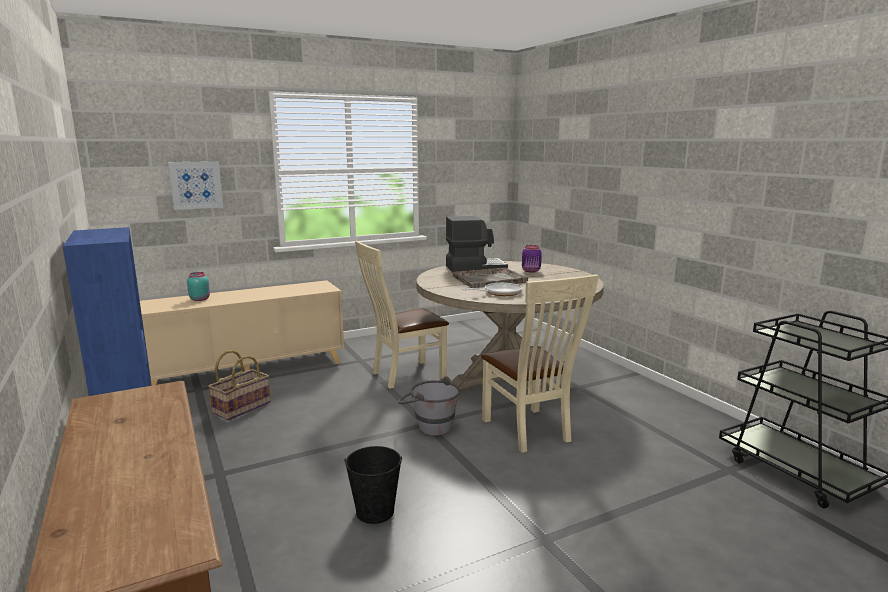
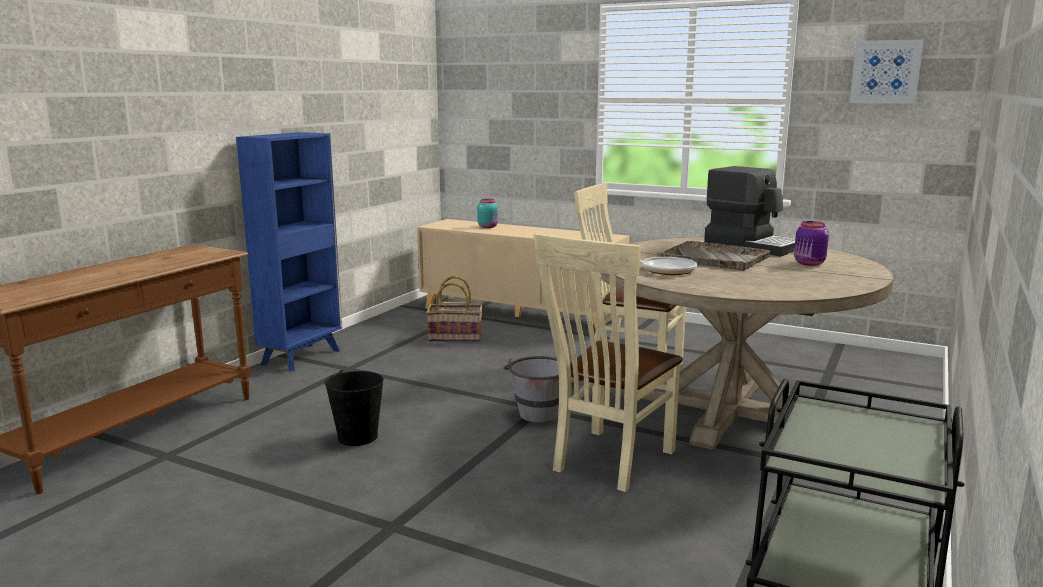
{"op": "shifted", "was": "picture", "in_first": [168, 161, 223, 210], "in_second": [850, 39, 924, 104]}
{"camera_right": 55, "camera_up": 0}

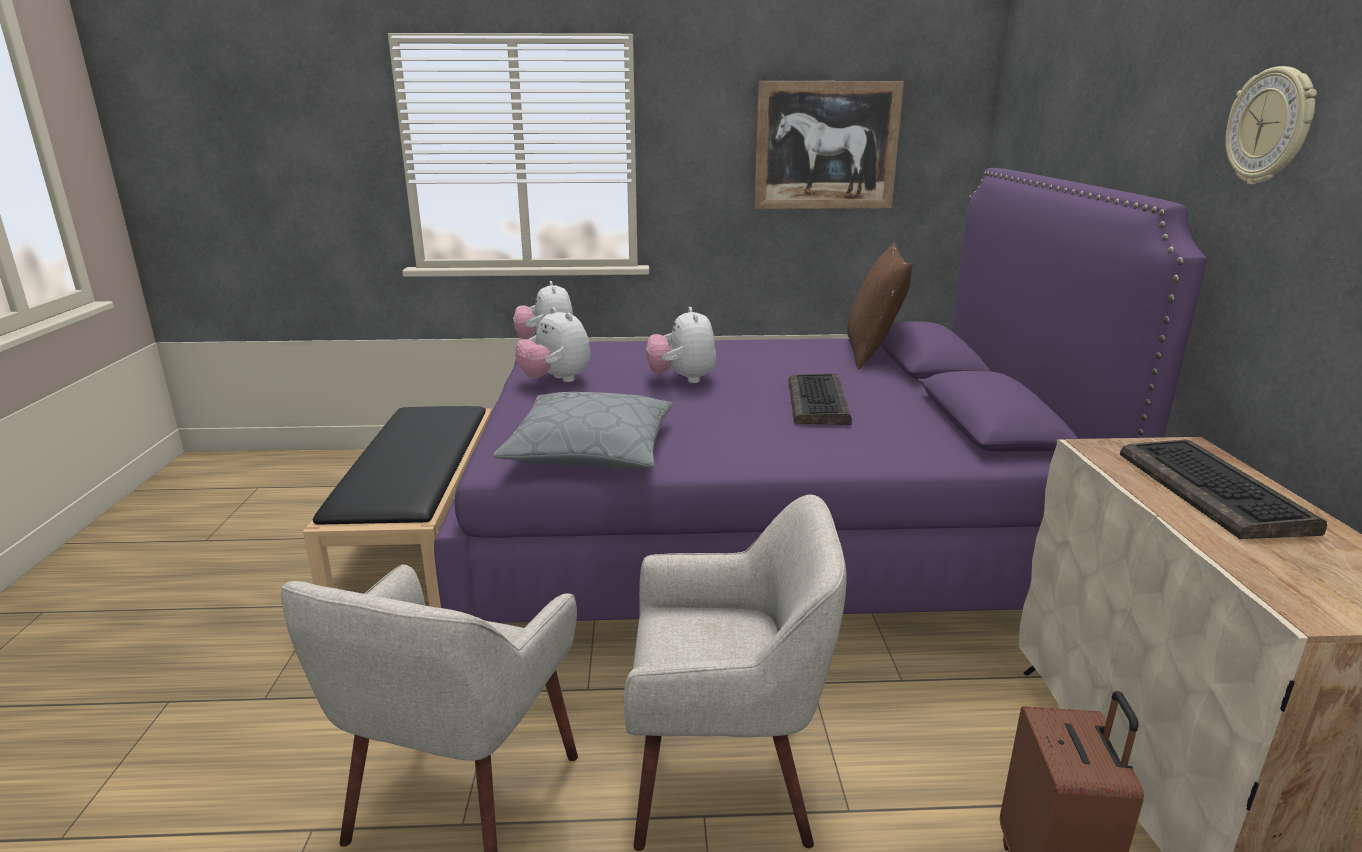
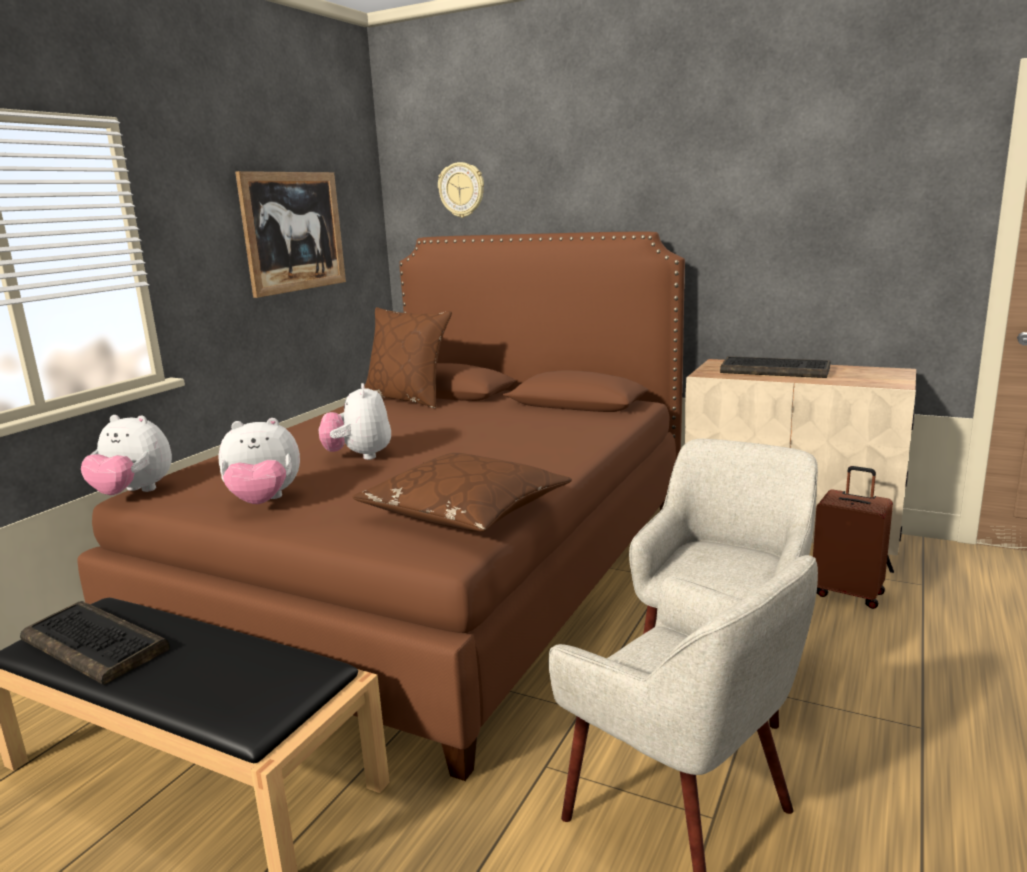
{"op": "shifted", "was": "keyboard", "in_first": [789, 374, 852, 425], "in_second": [20, 601, 170, 685]}
{"op": "repainted", "was": "purple bed", "now": "brown bed", "in_first": [434, 168, 1207, 623], "in_second": [78, 232, 685, 781]}
{"op": "rotated", "was": "plush toy", "in_first": [646, 307, 716, 383], "in_second": [319, 383, 391, 460], "clockwise": 60}
{"op": "repainted", "was": "grey pillow", "now": "brown pillow", "in_first": [493, 392, 673, 468], "in_second": [353, 453, 572, 532]}
{"op": "shifted", "was": "wall clock", "in_first": [1225, 66, 1317, 185], "in_second": [438, 162, 484, 218]}
{"camera_right": -60, "camera_up": -5}

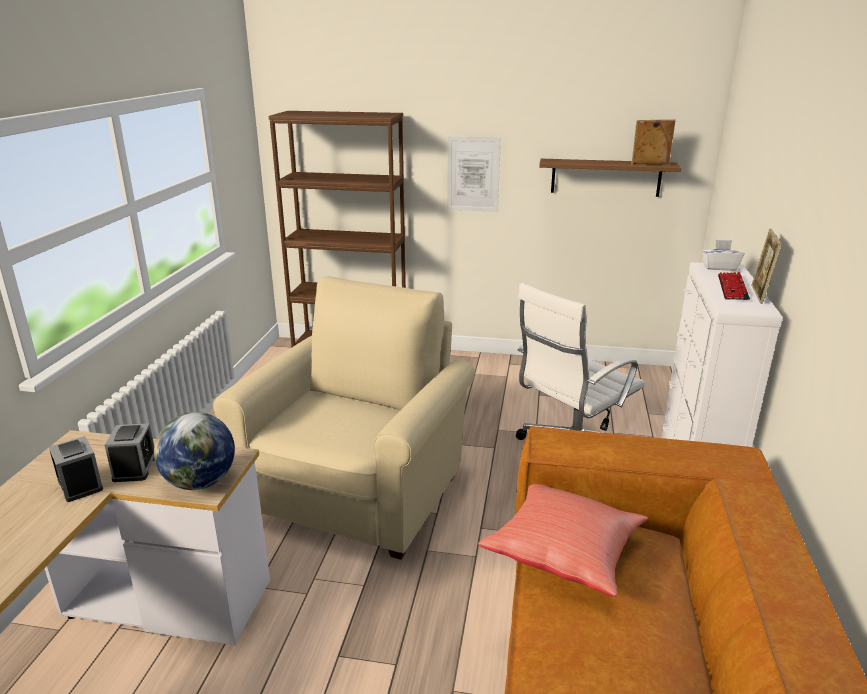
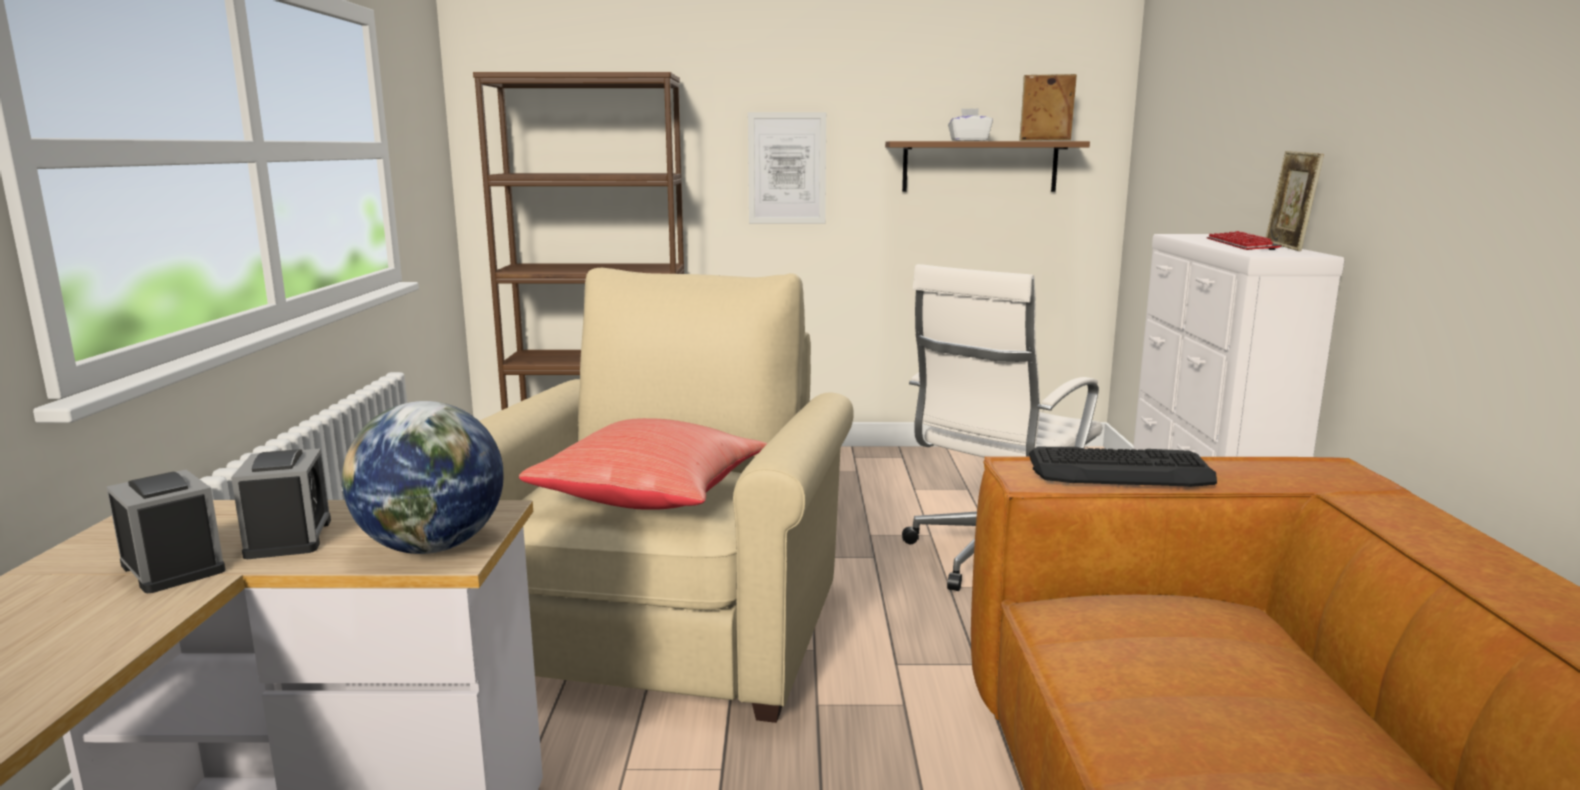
{"op": "shifted", "was": "red pillow", "in_first": [478, 484, 649, 597], "in_second": [519, 418, 768, 510]}
{"op": "shifted", "was": "white tissue box", "in_first": [702, 240, 744, 271], "in_second": [948, 108, 993, 141]}
{"op": "new", "now": "keyboard", "in_second": [1029, 447, 1217, 487]}
{"camera_right": -10, "camera_up": -10}

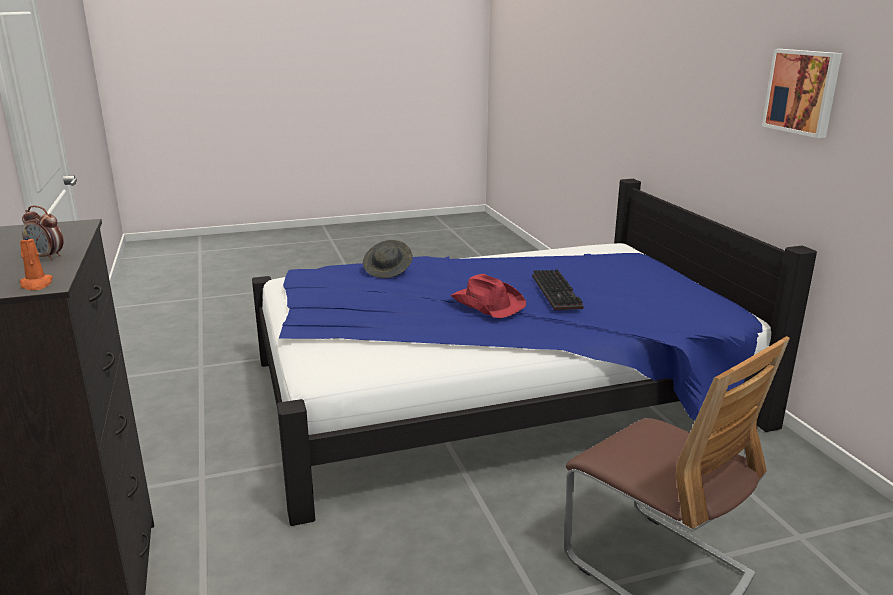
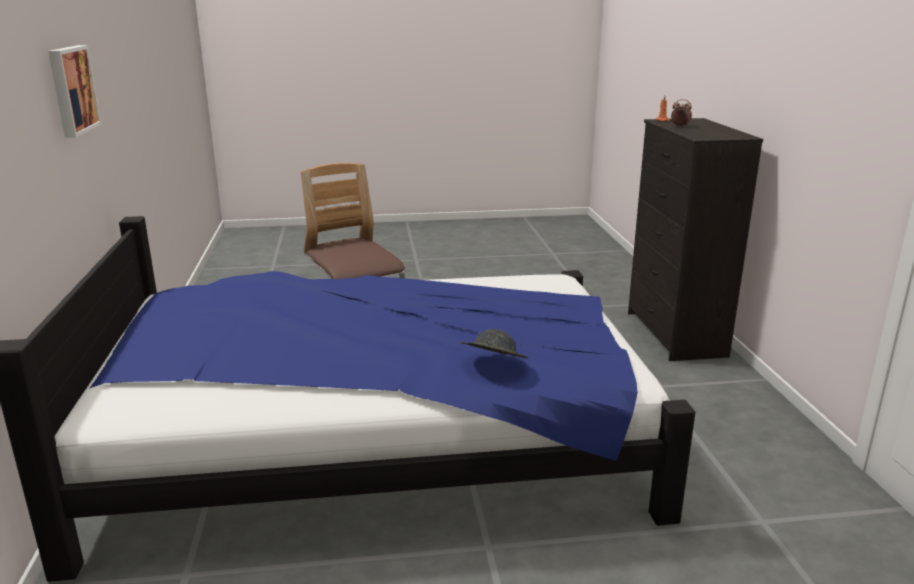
{"op": "gone", "was": "red hat", "in_first": [451, 274, 526, 318]}
{"op": "gone", "was": "keyboard", "in_first": [532, 269, 584, 310]}
{"camera_right": -170, "camera_up": 0}

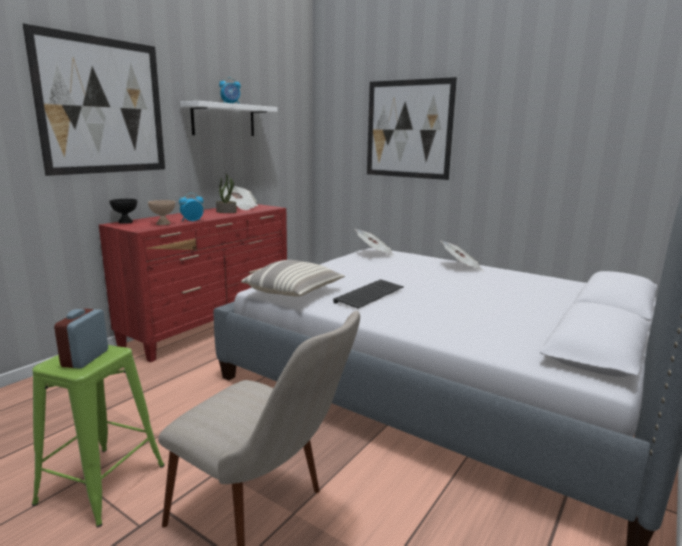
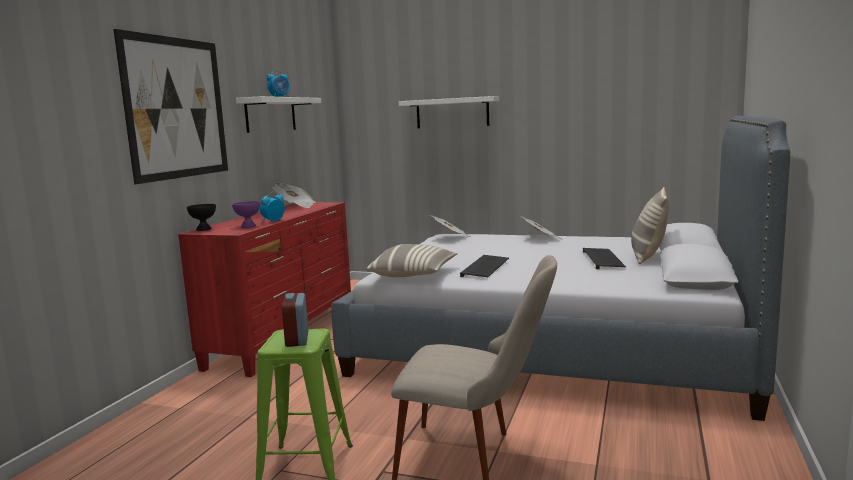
{"op": "repainted", "was": "beige bowl", "now": "purple bowl", "in_first": [148, 200, 175, 225], "in_second": [232, 201, 260, 228]}
{"op": "swapped", "was": "picture", "now": "white shelf", "in_first": [367, 77, 457, 180], "in_second": [399, 96, 499, 128]}
{"op": "new", "now": "keyboard", "in_second": [583, 248, 626, 269]}
{"op": "new", "now": "pillow", "in_second": [631, 187, 669, 264]}
{"op": "gone", "was": "potted plant", "in_first": [216, 174, 237, 213]}
{"camera_right": -15, "camera_up": -5}

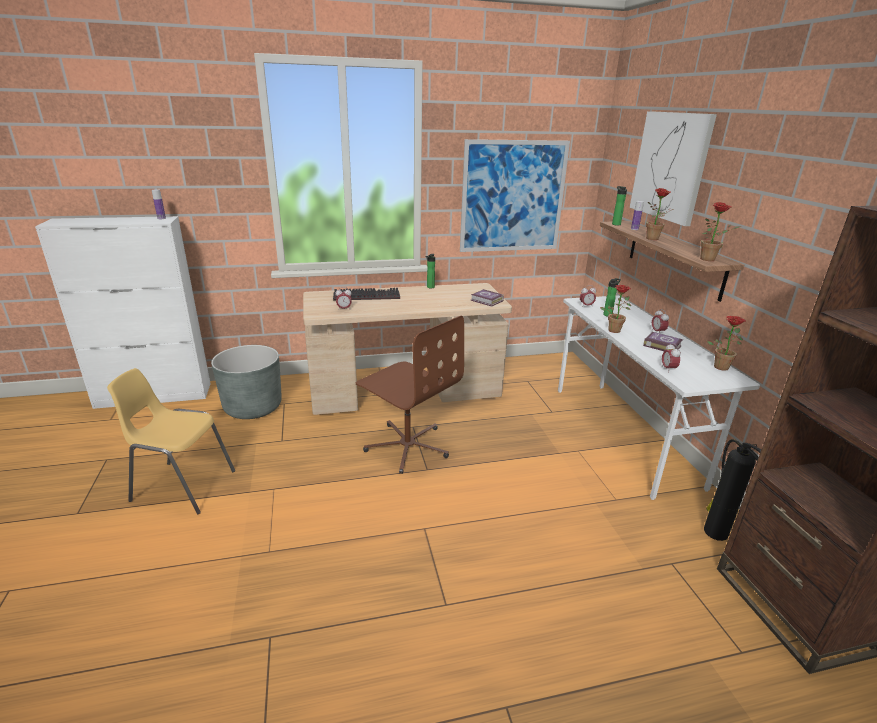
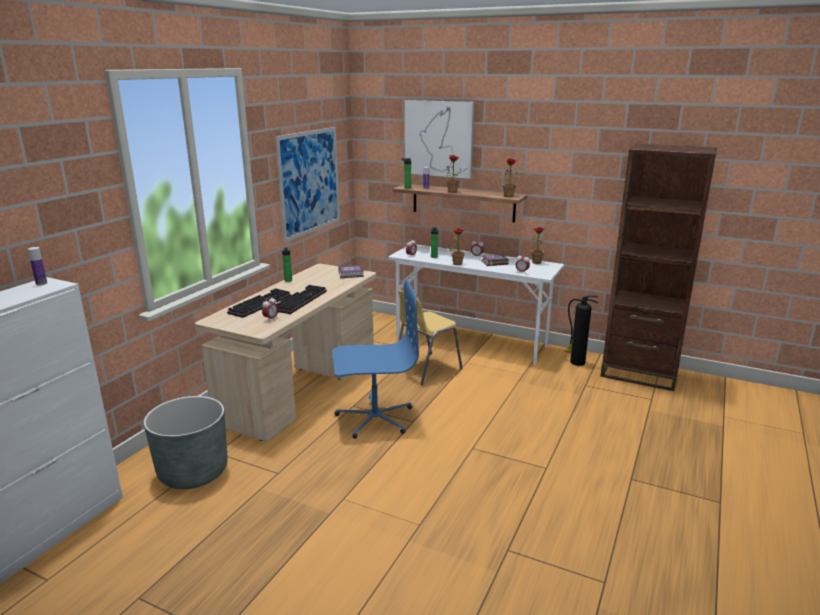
{"op": "new", "now": "keyboard", "in_second": [277, 285, 327, 314]}
{"op": "repainted", "was": "brown office chair", "now": "blue office chair", "in_first": [356, 315, 464, 474], "in_second": [332, 280, 419, 439]}
{"op": "shifted", "was": "yellow chair", "in_first": [107, 368, 235, 514], "in_second": [398, 290, 463, 385]}
{"camera_right": -50, "camera_up": -5}

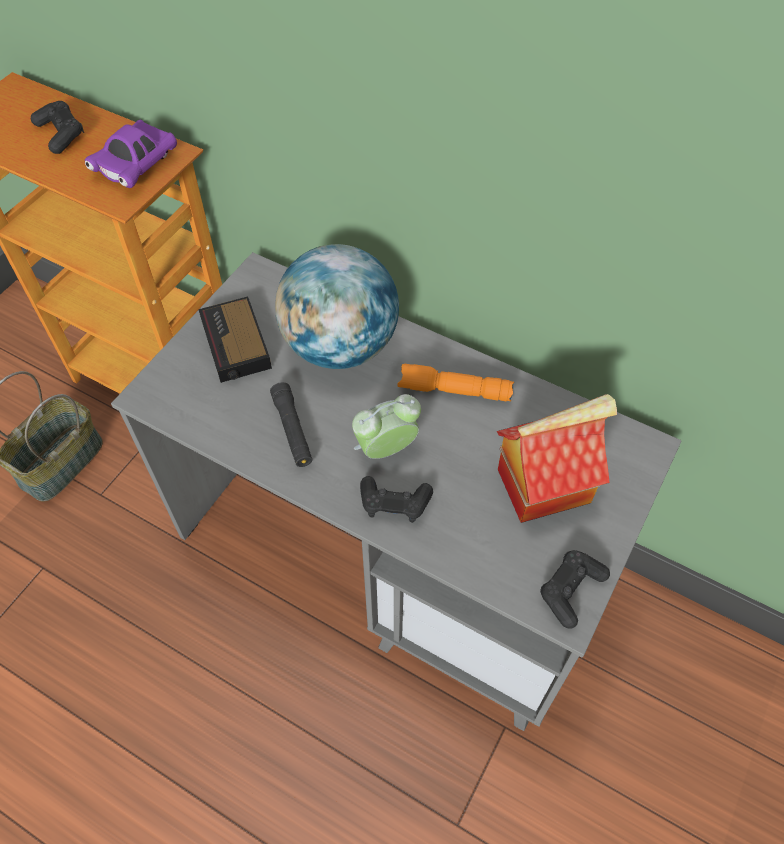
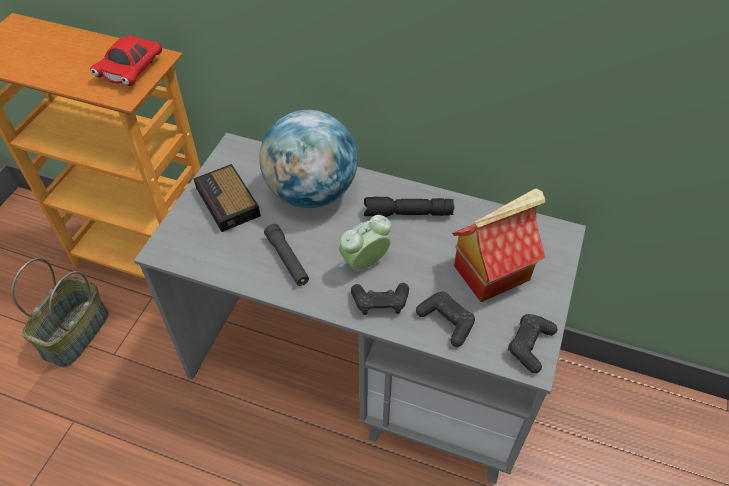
{"op": "repainted", "was": "purple toy car", "now": "red toy car", "in_first": [85, 120, 177, 188], "in_second": [90, 35, 162, 86]}
{"op": "repainted", "was": "orange flashlight", "now": "black flashlight", "in_first": [397, 364, 514, 401], "in_second": [364, 197, 455, 217]}
{"op": "shifted", "was": "black game controller", "in_first": [31, 101, 84, 154], "in_second": [416, 291, 475, 347]}
{"camera_right": -10, "camera_up": -5}

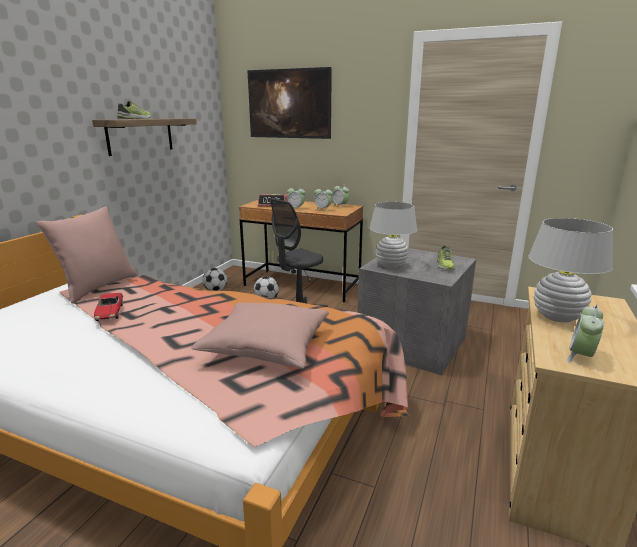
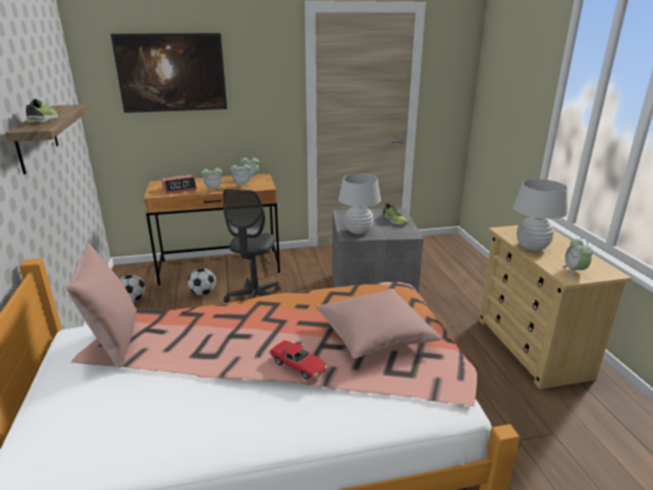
{"op": "shifted", "was": "toy car", "in_first": [94, 293, 123, 321], "in_second": [269, 340, 328, 379]}
{"camera_right": -35, "camera_up": 5}

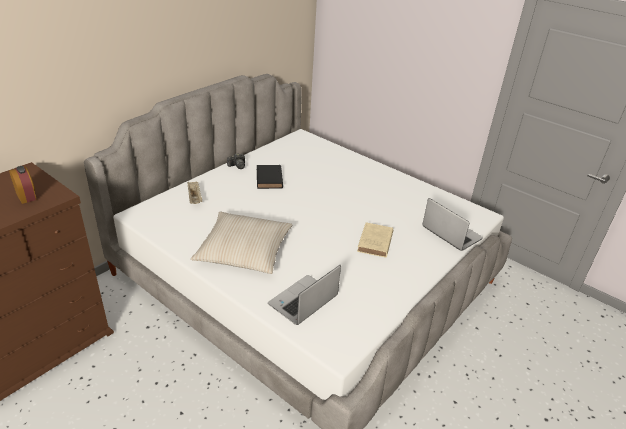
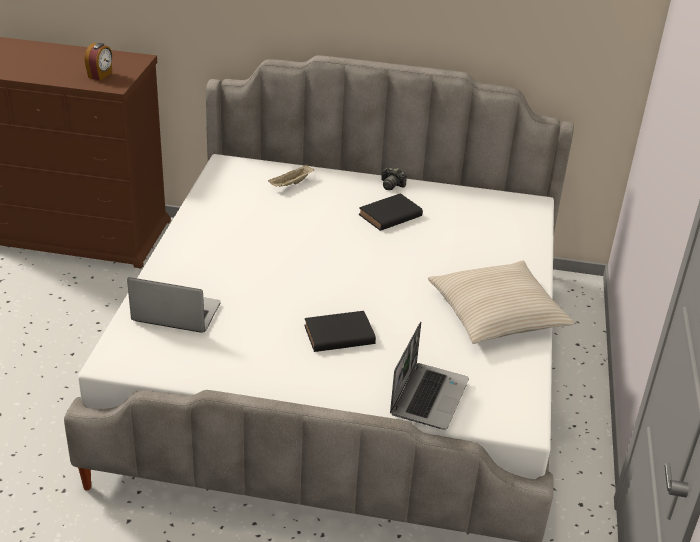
{"op": "repainted", "was": "beige book", "now": "black book", "in_first": [357, 222, 393, 258], "in_second": [304, 311, 376, 352]}
{"op": "shifted", "was": "beige pillow", "in_first": [191, 212, 293, 274], "in_second": [428, 260, 574, 344]}
{"camera_right": 60, "camera_up": 0}

